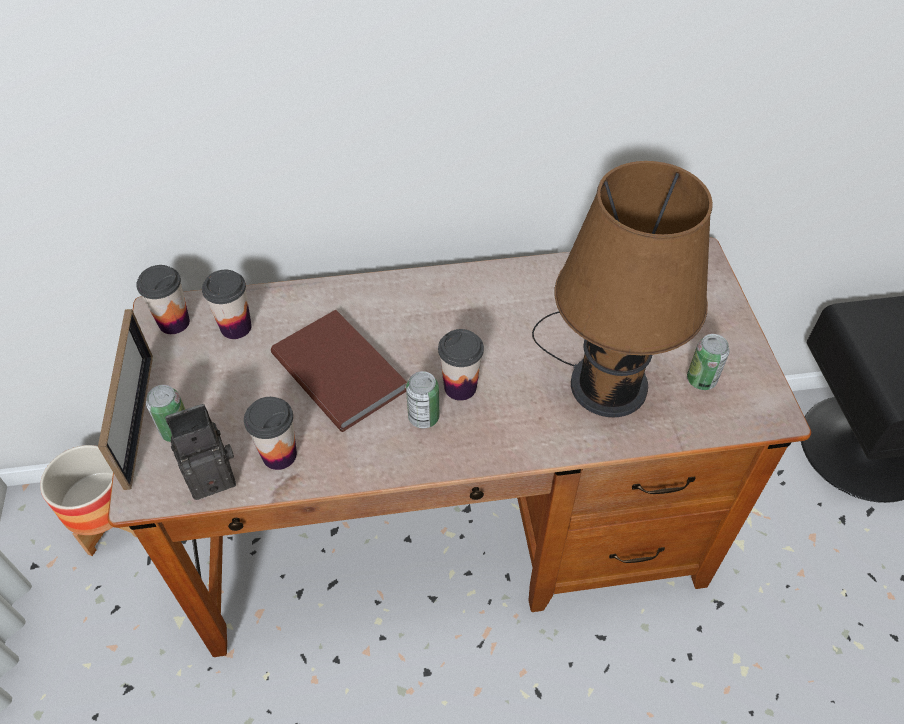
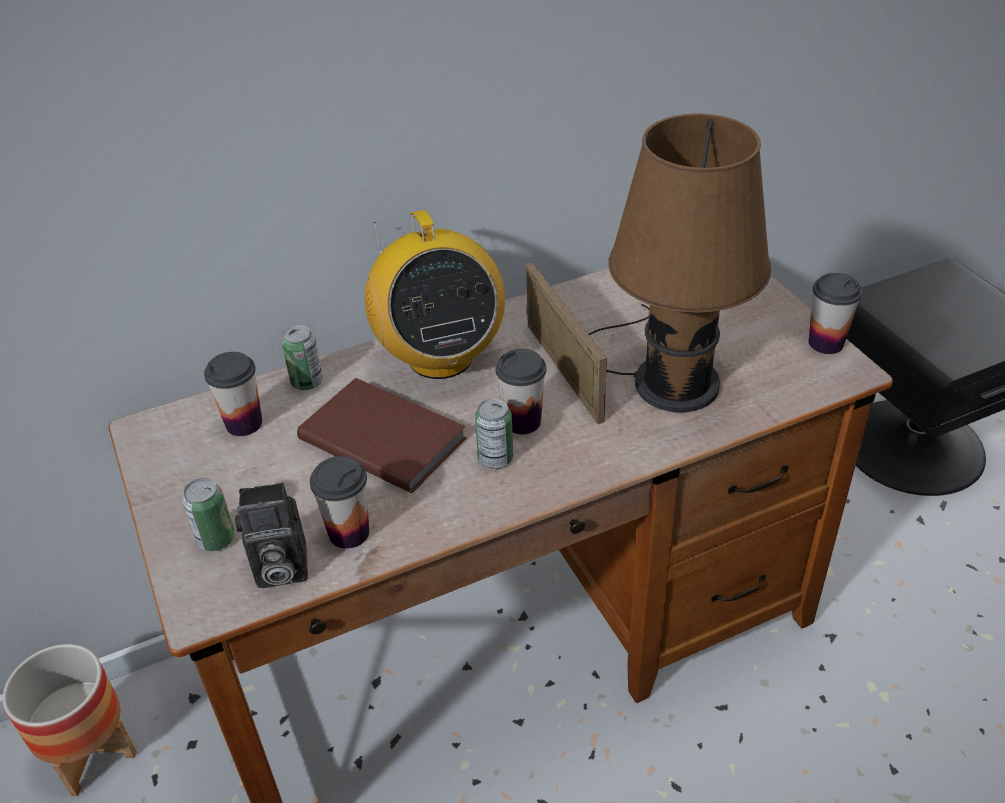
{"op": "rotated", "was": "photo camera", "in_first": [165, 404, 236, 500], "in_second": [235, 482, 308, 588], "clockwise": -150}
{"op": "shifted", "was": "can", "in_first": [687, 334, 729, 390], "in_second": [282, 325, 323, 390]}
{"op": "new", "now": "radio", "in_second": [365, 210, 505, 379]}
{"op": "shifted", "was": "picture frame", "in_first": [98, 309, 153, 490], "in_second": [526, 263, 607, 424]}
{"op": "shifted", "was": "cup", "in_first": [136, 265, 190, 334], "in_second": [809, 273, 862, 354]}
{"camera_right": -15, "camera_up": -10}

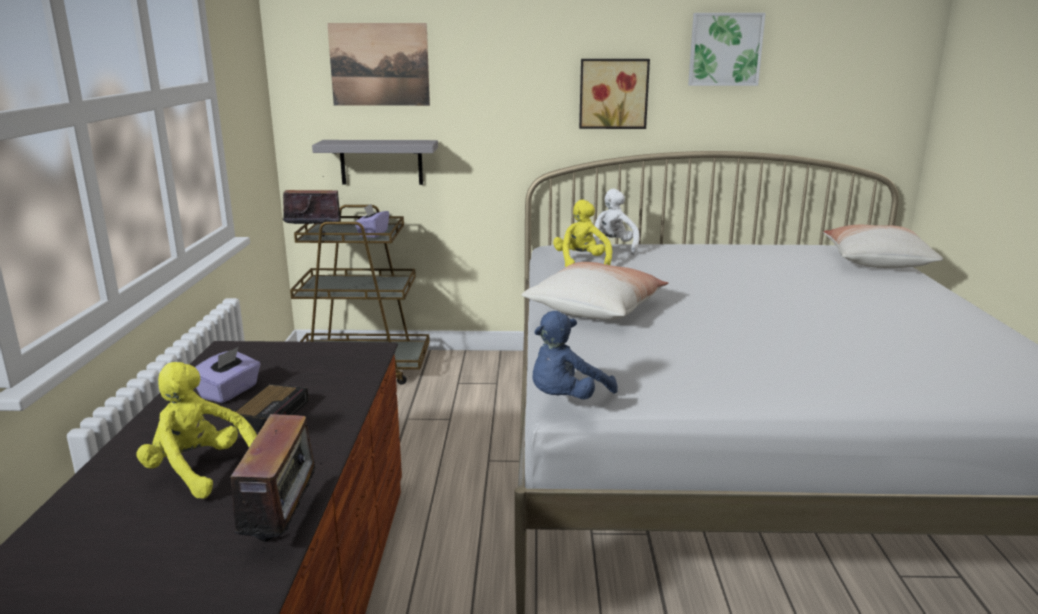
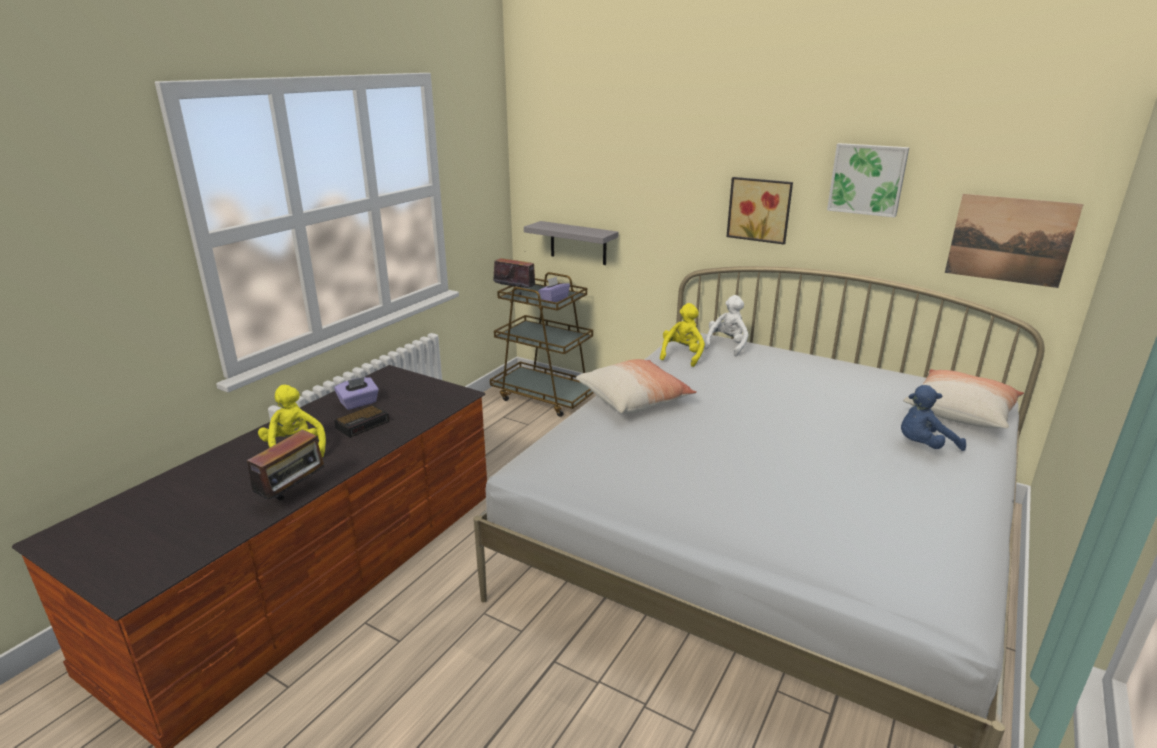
{"op": "shifted", "was": "blue plush toy", "in_first": [532, 311, 618, 399], "in_second": [901, 385, 966, 451]}
{"op": "shifted", "was": "picture", "in_first": [327, 23, 430, 106], "in_second": [945, 194, 1083, 288]}
{"camera_right": 30, "camera_up": 5}

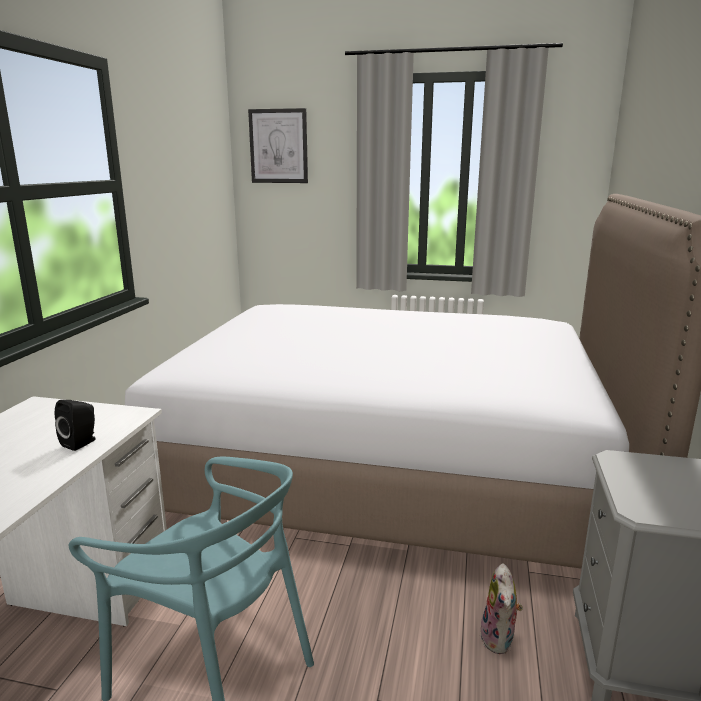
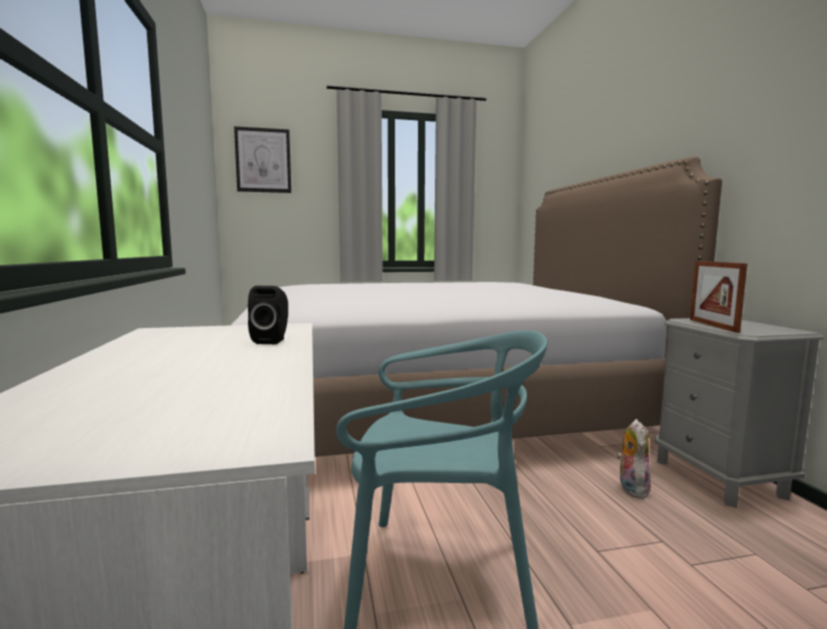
{"op": "rotated", "was": "plush toy", "in_first": [480, 564, 523, 654], "in_second": [617, 419, 651, 499], "clockwise": -150}
{"op": "new", "now": "picture frame", "in_second": [690, 261, 748, 333]}
{"camera_right": -25, "camera_up": -10}

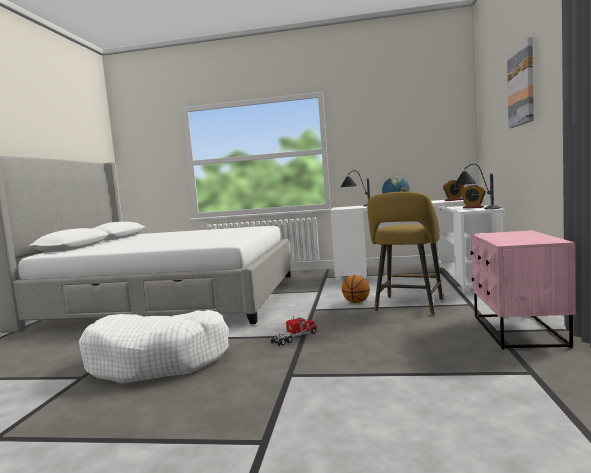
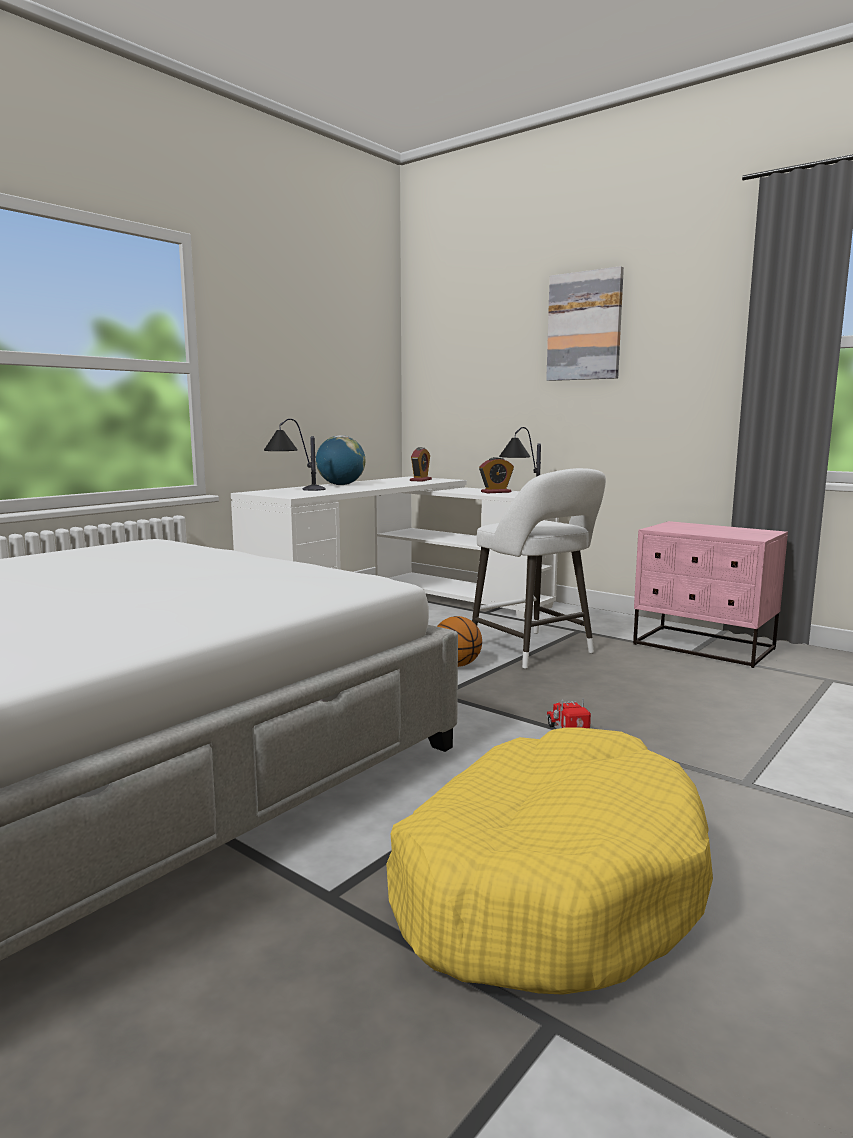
{"op": "repainted", "was": "white dog bed", "now": "yellow dog bed", "in_first": [79, 310, 229, 384], "in_second": [386, 727, 713, 995]}
{"op": "repainted", "was": "yellow stool", "now": "white stool", "in_first": [367, 192, 443, 315], "in_second": [472, 468, 606, 669]}
{"camera_right": -60, "camera_up": 5}

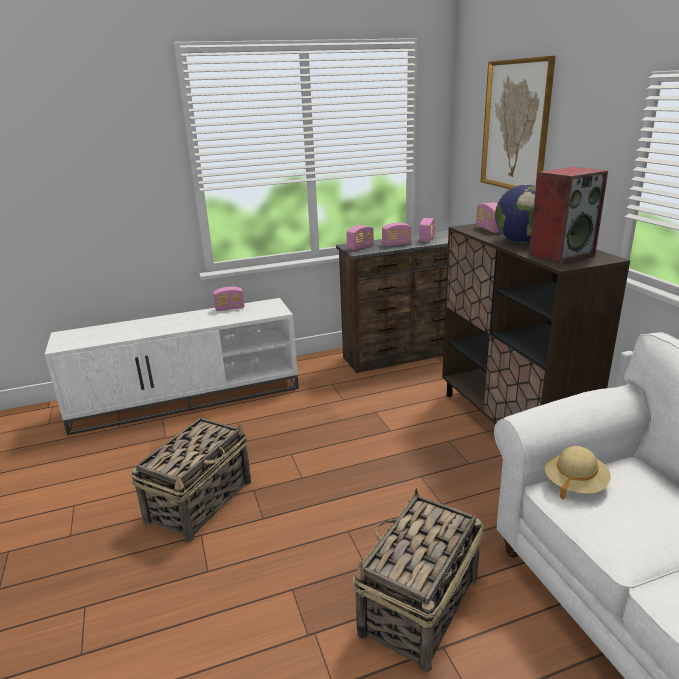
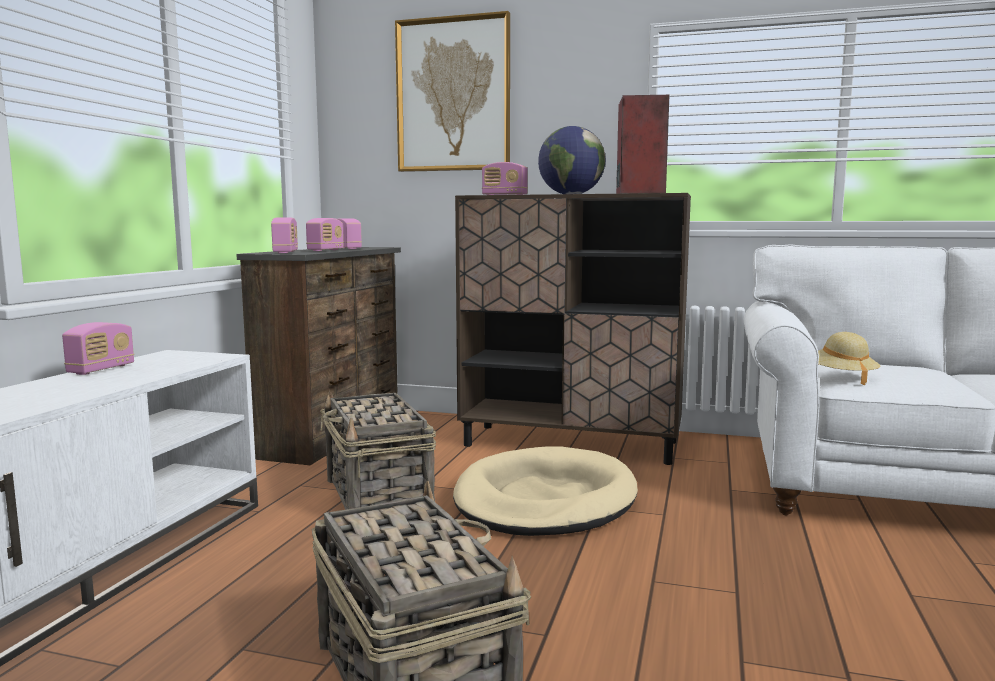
{"op": "shifted", "was": "basket", "in_first": [353, 488, 484, 673], "in_second": [320, 390, 436, 510]}
{"op": "new", "now": "beige dog bed", "in_second": [453, 447, 638, 536]}
{"camera_right": -55, "camera_up": -15}

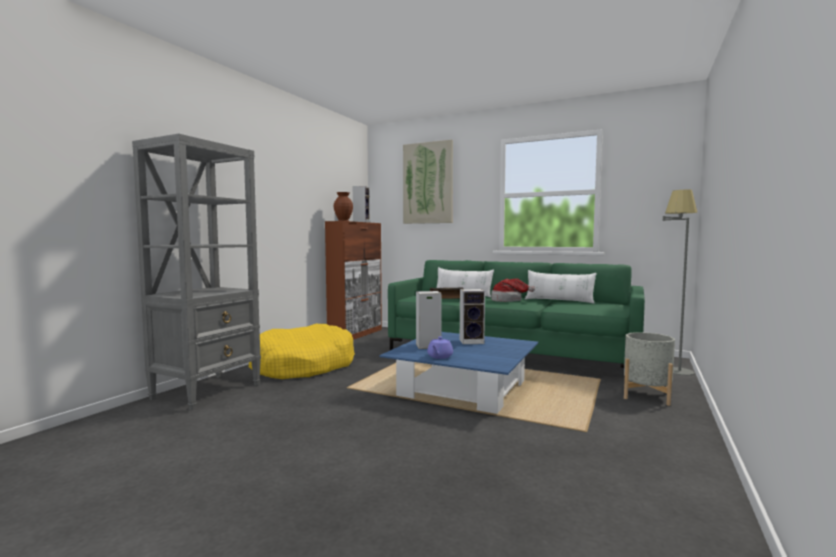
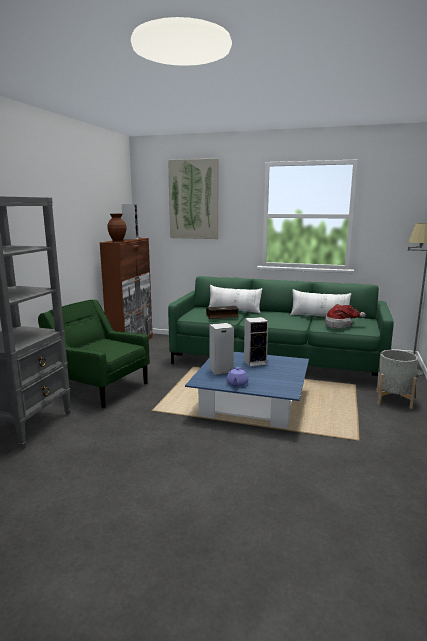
{"op": "swapped", "was": "yellow dog bed", "now": "green armchair", "in_first": [249, 323, 355, 379], "in_second": [38, 300, 150, 408]}
{"op": "shifted", "was": "hat", "in_first": [491, 278, 535, 302], "in_second": [325, 304, 366, 328]}
{"camera_right": -10, "camera_up": 10}

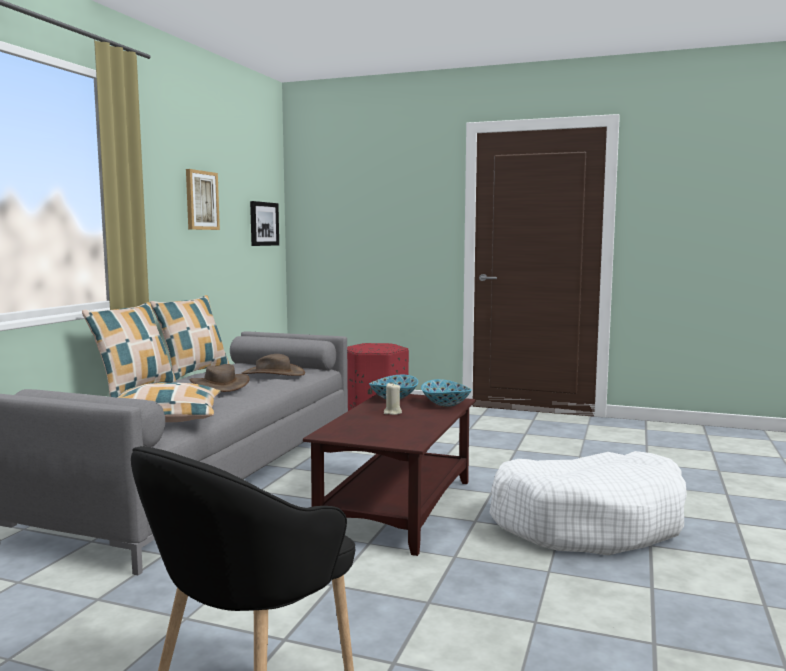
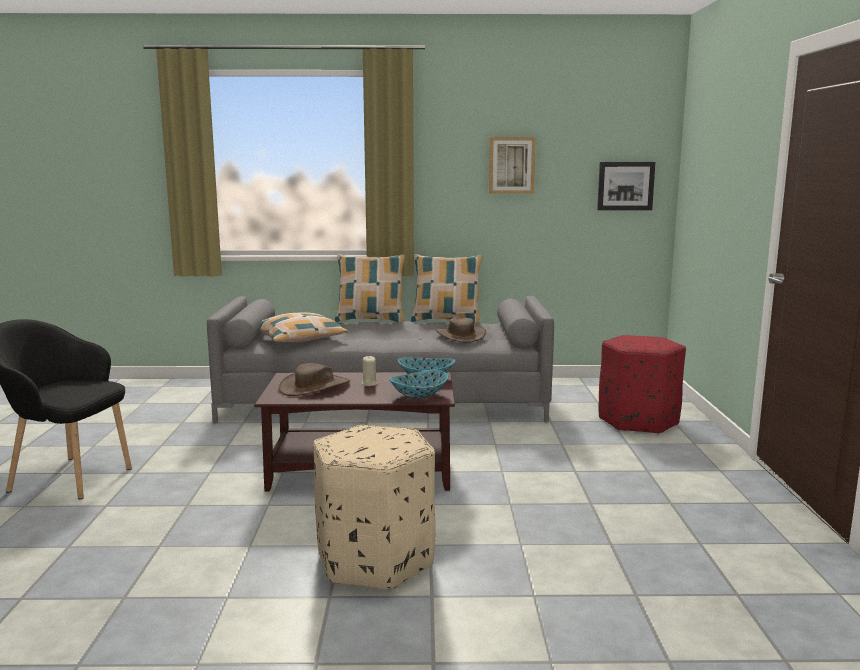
{"op": "shifted", "was": "brown hat", "in_first": [190, 364, 250, 392], "in_second": [279, 363, 350, 396]}
{"op": "swapped", "was": "white dog bed", "now": "beige ottoman", "in_first": [489, 451, 687, 555], "in_second": [313, 425, 436, 591]}
{"camera_right": 70, "camera_up": 5}

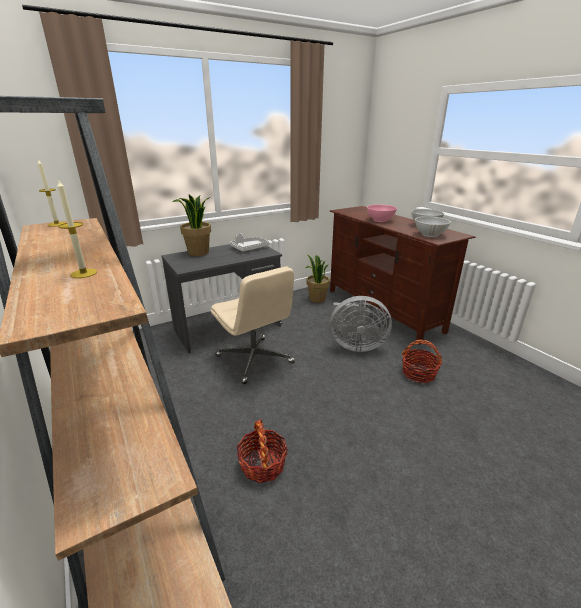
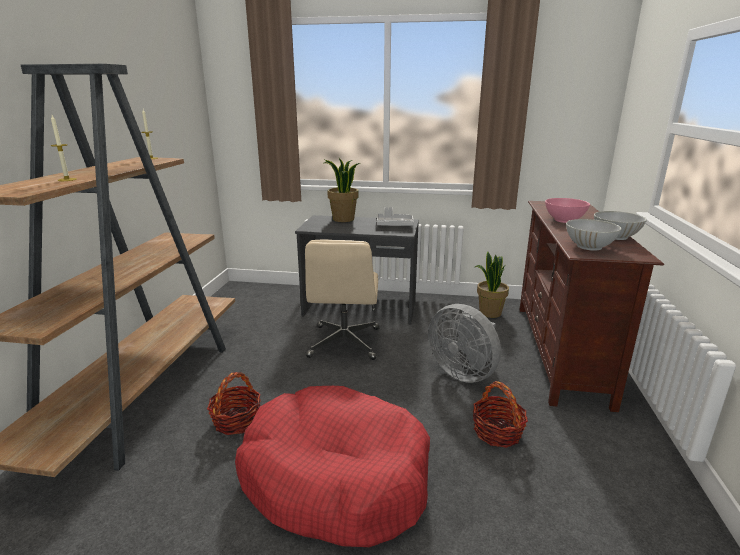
{"op": "new", "now": "red dog bed", "in_second": [235, 386, 430, 547]}
{"camera_right": 40, "camera_up": -5}

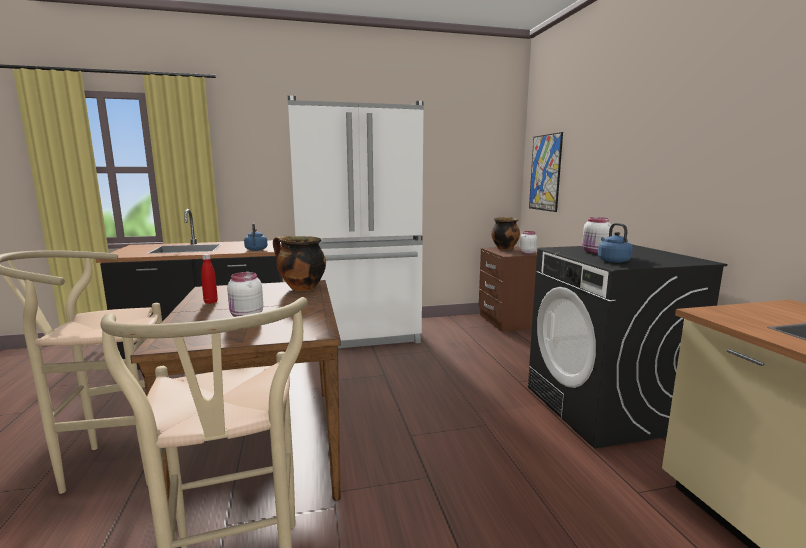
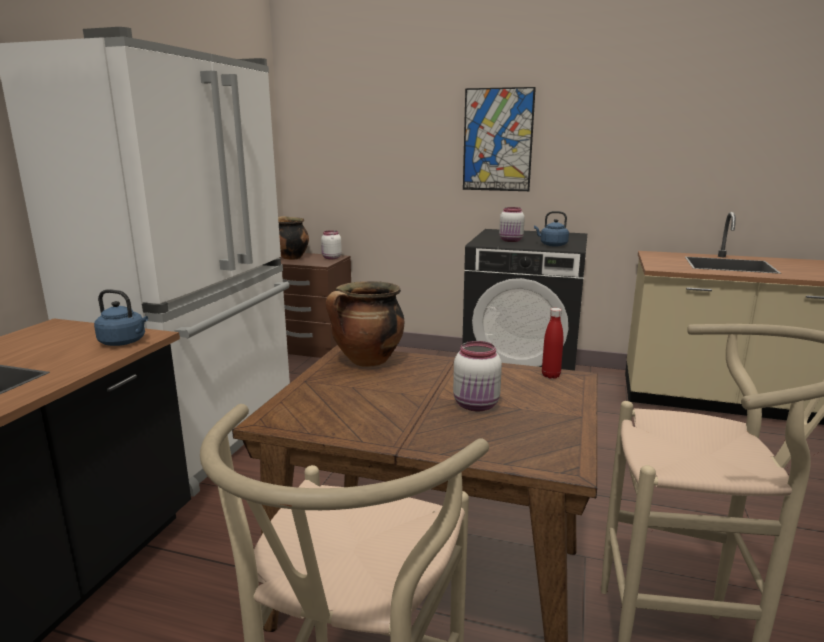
{"op": "shifted", "was": "picture", "in_first": [529, 132, 563, 212], "in_second": [463, 87, 536, 191]}
{"op": "shifted", "was": "red bottle", "in_first": [201, 254, 218, 304], "in_second": [542, 308, 563, 379]}
{"camera_right": -60, "camera_up": 5}

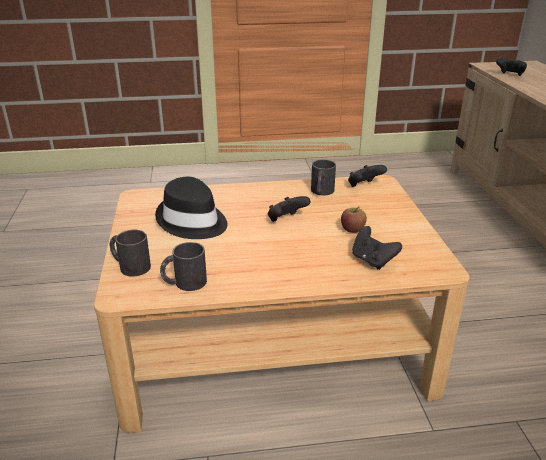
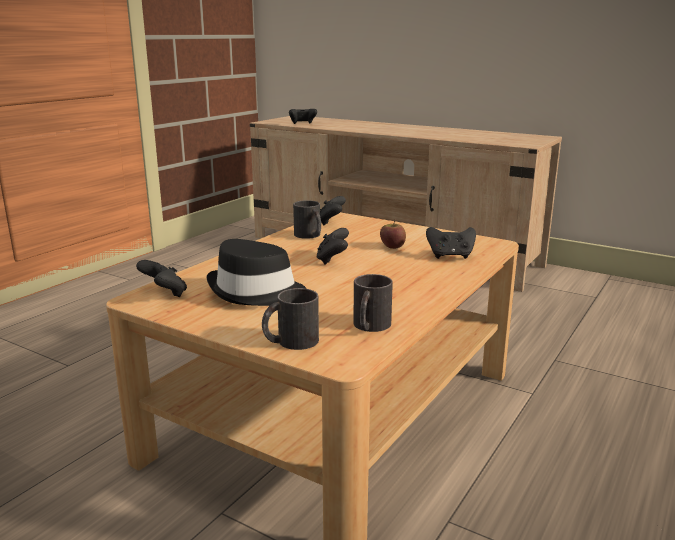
{"op": "new", "now": "black game controller", "in_second": [136, 260, 187, 297]}
{"camera_right": -50, "camera_up": -10}

